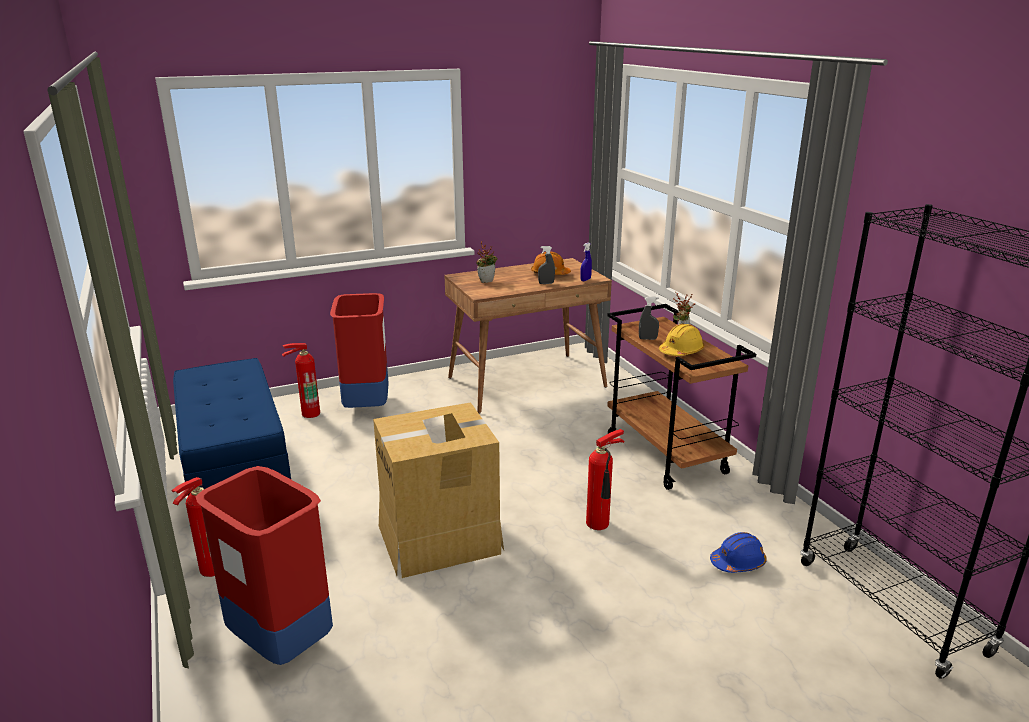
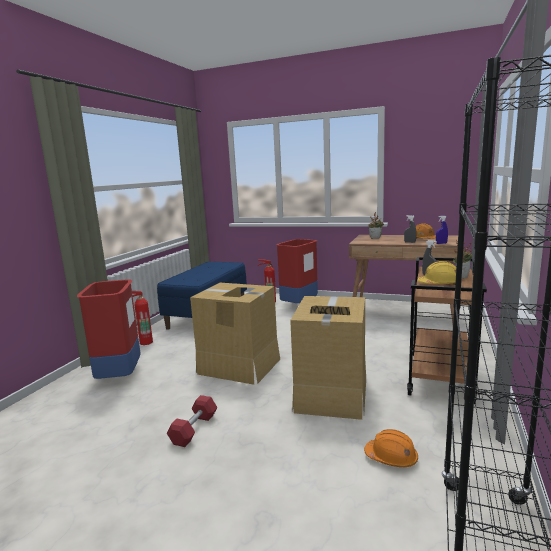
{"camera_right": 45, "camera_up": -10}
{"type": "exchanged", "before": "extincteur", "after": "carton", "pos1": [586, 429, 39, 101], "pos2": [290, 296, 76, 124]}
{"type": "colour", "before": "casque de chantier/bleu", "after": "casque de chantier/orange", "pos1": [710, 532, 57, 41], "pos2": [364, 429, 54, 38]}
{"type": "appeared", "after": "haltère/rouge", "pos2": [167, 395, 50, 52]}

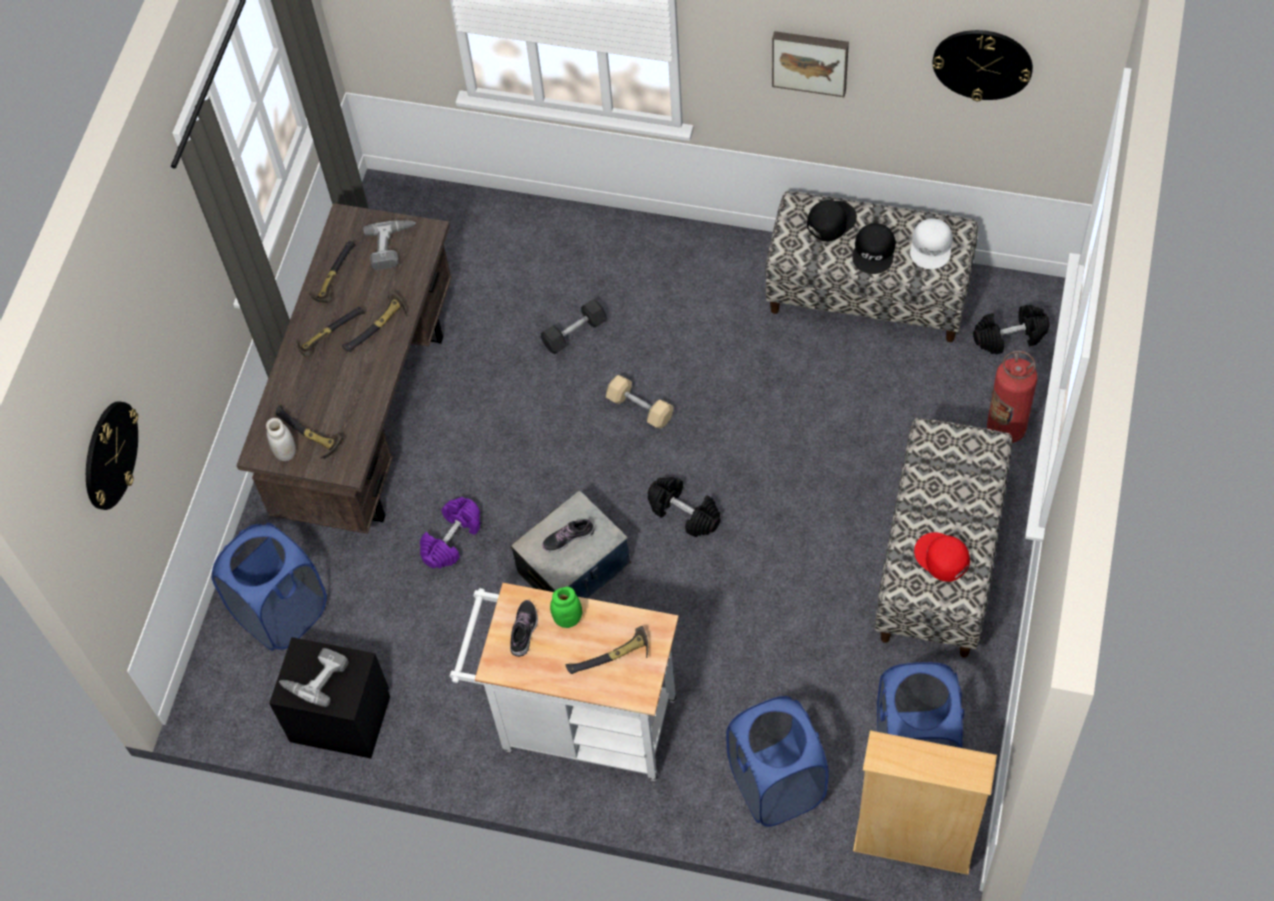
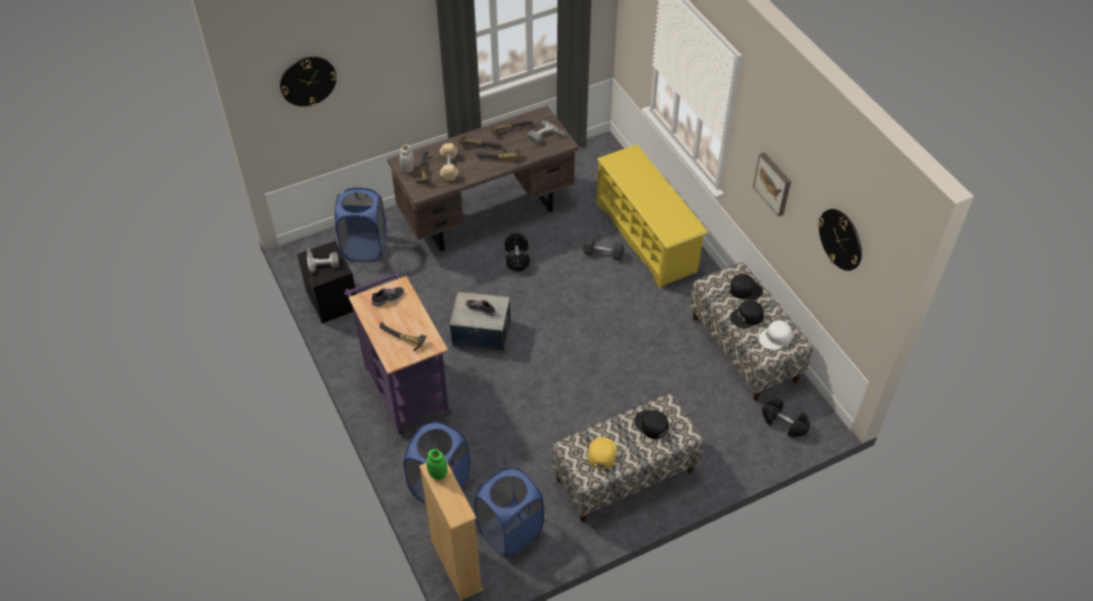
{"camera_right": 45, "camera_up": -10}
{"type": "missing", "before": "extincteur", "pos1": [987, 351, 50, 92]}
{"type": "relocated", "before": "haltère/beige", "pos1": [606, 375, 67, 54], "pos2": [440, 143, 18, 38]}
{"type": "relocated", "before": "haltère/noir", "pos1": [648, 477, 73, 60], "pos2": [505, 233, 25, 39]}
{"type": "missing", "before": "haltère/violet", "pos1": [420, 497, 60, 72]}
{"type": "colour", "before": "casquette/rouge", "after": "casquette/jaune", "pos1": [914, 532, 56, 50], "pos2": [588, 437, 29, 32]}
{"type": "colour", "before": "chariot/blanc", "after": "chariot/violet", "pos1": [450, 583, 229, 198], "pos2": [344, 271, 108, 164]}
{"type": "relocated", "before": "bocal/vert", "pos1": [550, 587, 32, 41], "pos2": [426, 449, 22, 31]}
{"type": "appeared", "after": "étagère à chaussures/jaune", "pos2": [596, 144, 112, 145]}
{"type": "appeared", "after": "casquette/noir", "pos2": [634, 410, 35, 29]}

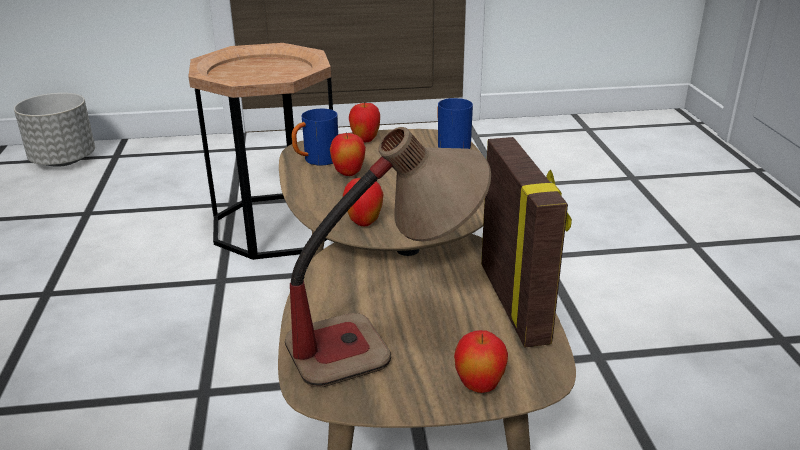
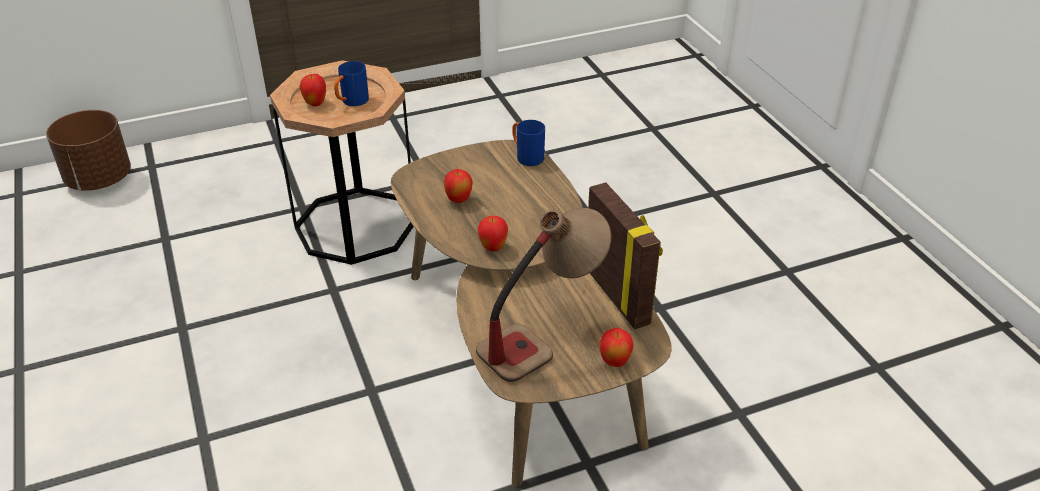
{"camera_right": -15, "camera_up": 10}
{"type": "colour", "before": "cache-pot/gris", "after": "cache-pot/marron", "pos1": [14, 93, 81, 74], "pos2": [46, 110, 85, 81]}
{"type": "relocated", "before": "pomme", "pos1": [349, 101, 31, 41], "pos2": [299, 74, 27, 32]}
{"type": "relocated", "before": "mug/bleu", "pos1": [291, 109, 47, 56], "pos2": [334, 61, 35, 45]}

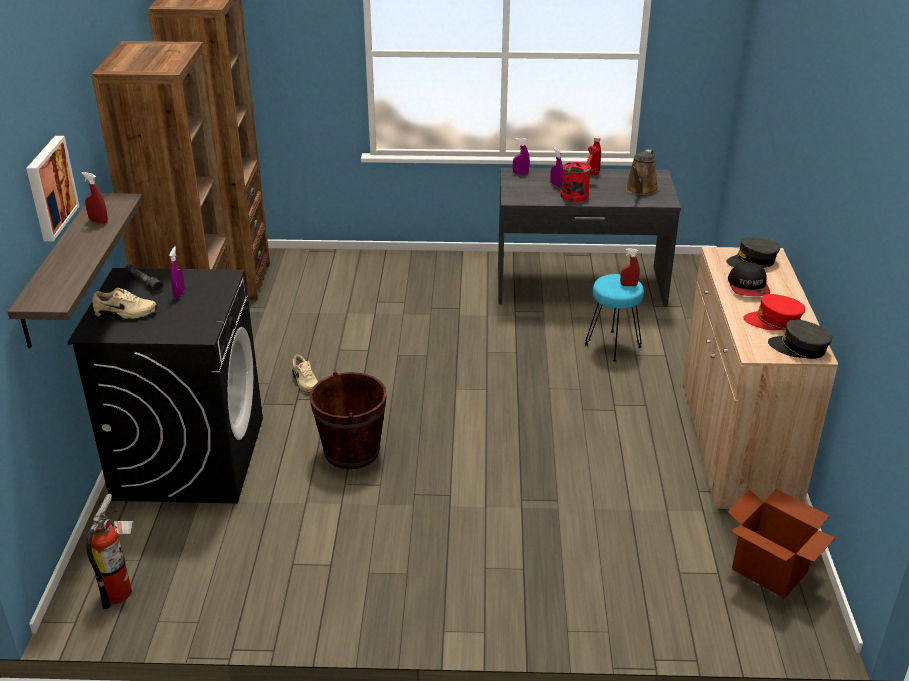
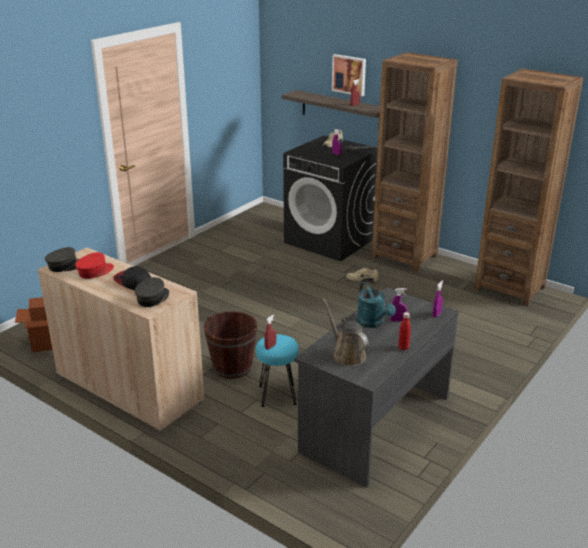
{"camera_right": 125, "camera_up": -5}
{"type": "colour", "before": "arrosoir/rouge", "after": "arrosoir/turquoise", "pos1": [560, 146, 40, 56], "pos2": [357, 282, 39, 46]}
{"type": "relocated", "before": "seau/marron", "pos1": [310, 371, 77, 98], "pos2": [204, 311, 54, 68]}
{"type": "missing", "before": "extincteur", "pos1": [86, 494, 48, 115]}

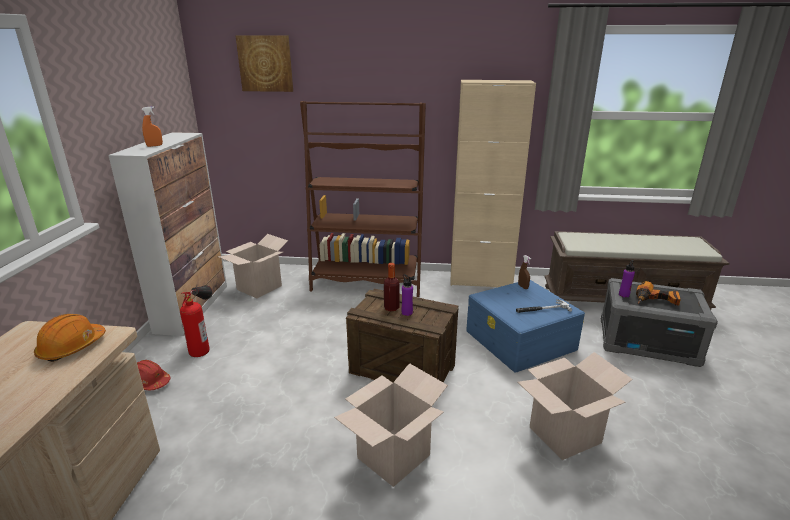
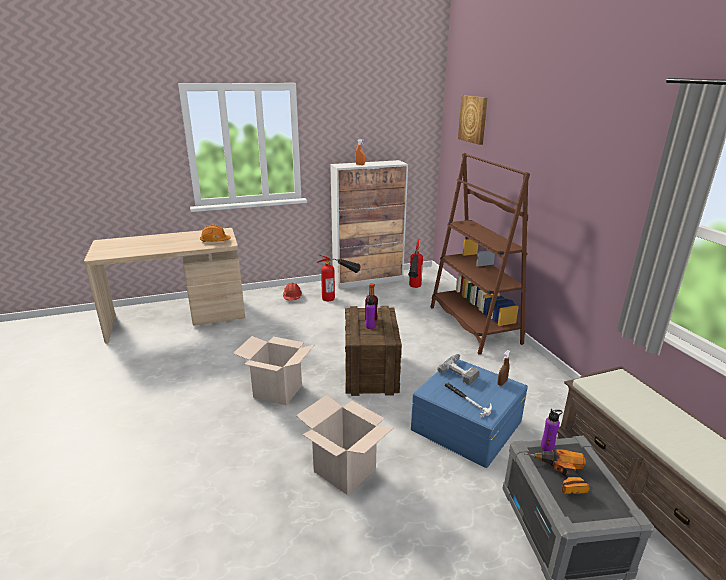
{"camera_right": 65, "camera_up": 0}
{"type": "missing", "before": "meuble de rangement/beige", "pos1": [451, 80, 85, 207]}
{"type": "exchanged", "before": "carton", "after": "extincteur", "pos1": [218, 234, 70, 64], "pos2": [408, 239, 15, 49]}
{"type": "appeared", "after": "perceuse", "pos2": [437, 354, 43, 31]}

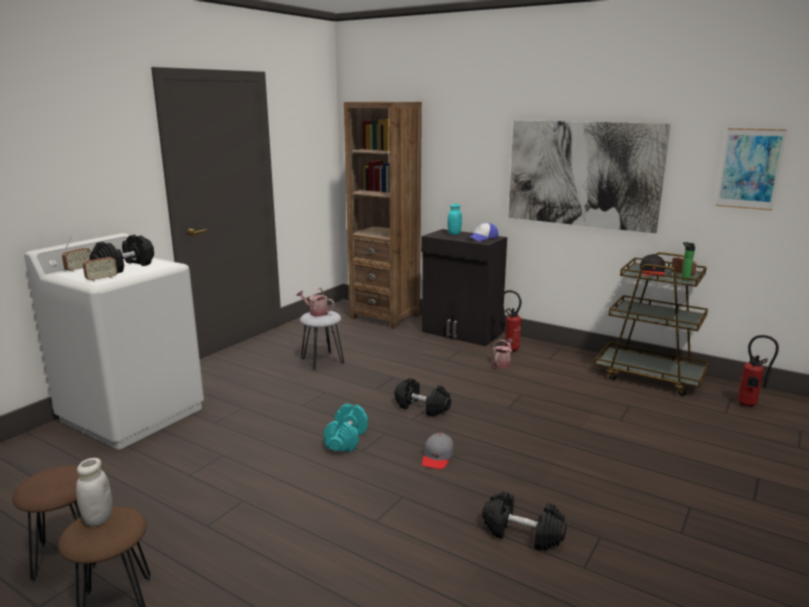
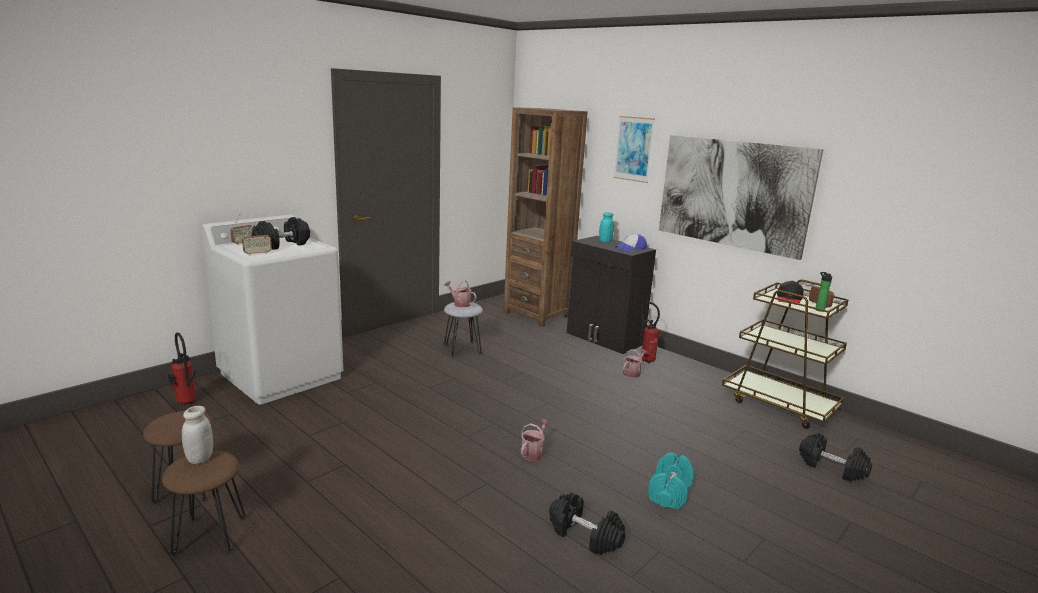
{"camera_right": 10, "camera_up": 0}
{"type": "relocated", "before": "tableau", "pos1": [716, 128, 71, 83], "pos2": [613, 116, 42, 67]}
{"type": "relocated", "before": "extincteur", "pos1": [737, 335, 42, 73], "pos2": [168, 332, 28, 74]}
{"type": "relocated", "before": "haltère/noir", "pos1": [394, 378, 57, 39], "pos2": [799, 433, 73, 49]}
{"type": "relocated", "before": "haltère/turquoise", "pos1": [324, 403, 44, 49], "pos2": [648, 452, 46, 57]}
{"type": "exchanged", "before": "casquette/gris", "after": "arrosoir", "pos1": [422, 433, 32, 36], "pos2": [520, 419, 30, 42]}

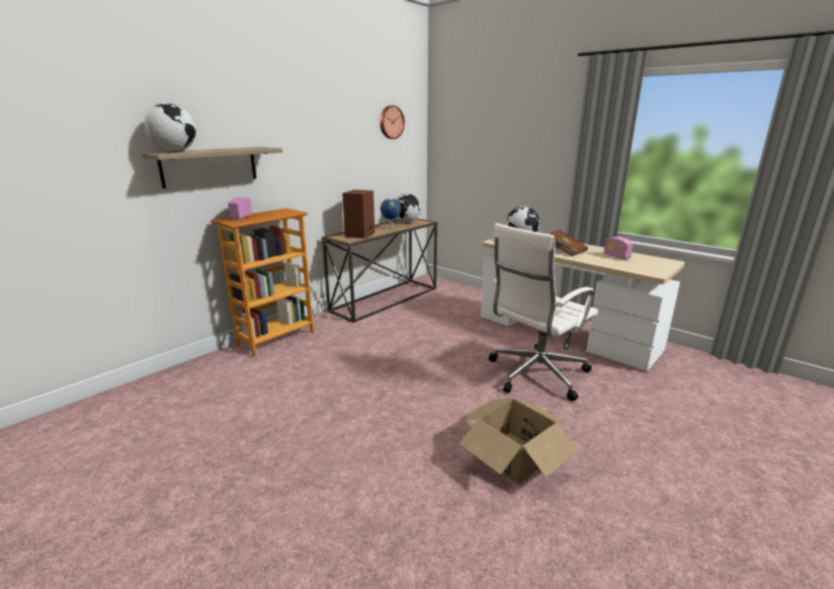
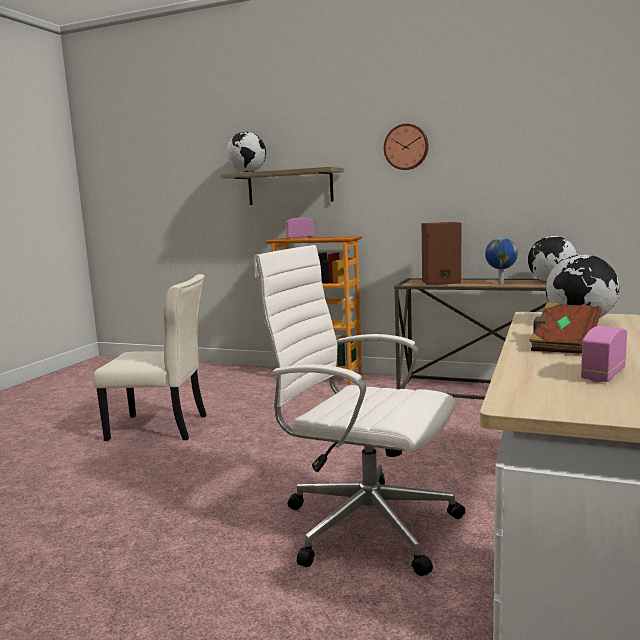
{"camera_right": 70, "camera_up": -10}
{"type": "relocated", "before": "horloge murale", "pos1": [380, 106, 25, 33], "pos2": [384, 124, 44, 46]}
{"type": "missing", "before": "carton", "pos1": [458, 399, 121, 85]}
{"type": "appeared", "after": "chaise/beige", "pos2": [94, 274, 113, 167]}

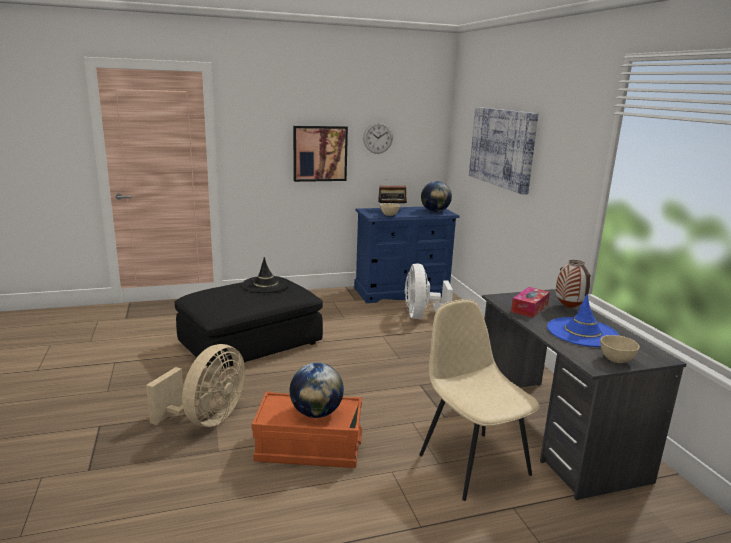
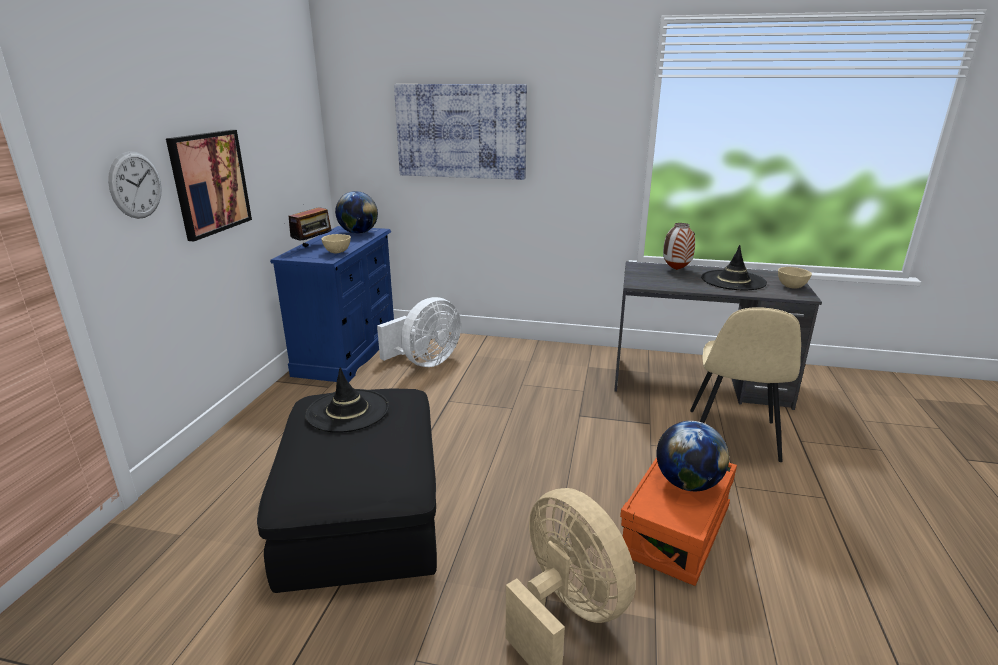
{"camera_right": -60, "camera_up": 5}
{"type": "relocated", "before": "horloge murale", "pos1": [363, 122, 30, 32], "pos2": [108, 152, 54, 67]}
{"type": "spun", "before": "ventilateur/blanc", "pos1": [405, 263, 48, 56], "pos2": [377, 297, 84, 70], "turn": -75}
{"type": "missing", "before": "boîte à mouchoirs", "pos1": [511, 287, 39, 31]}
{"type": "colour", "before": "chapeau/bleu", "after": "chapeau/noir", "pos1": [547, 294, 72, 53], "pos2": [701, 245, 66, 45]}
{"type": "spun", "before": "chaise/beige", "pos1": [419, 299, 120, 202], "pos2": [690, 307, 111, 155], "turn": -75}

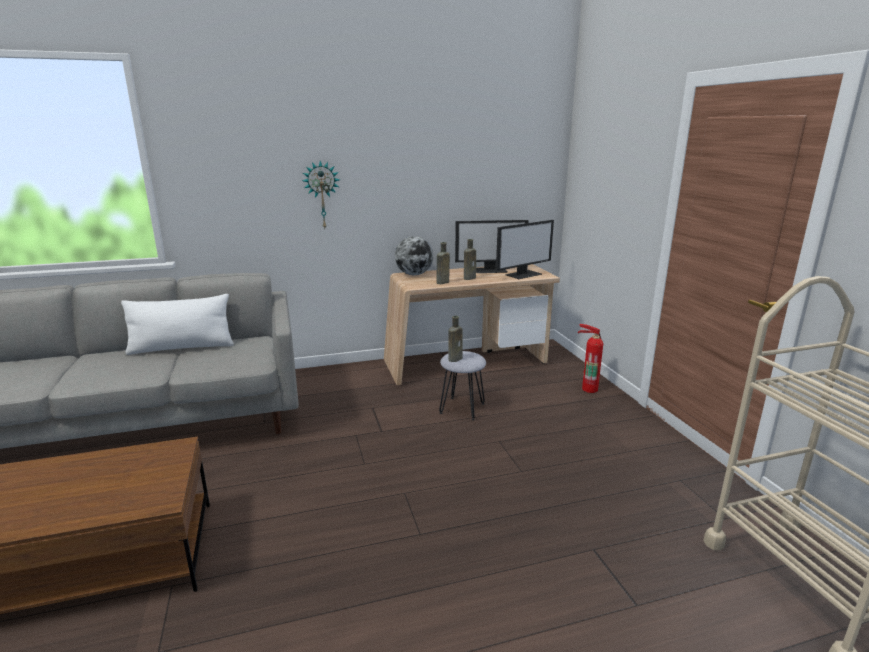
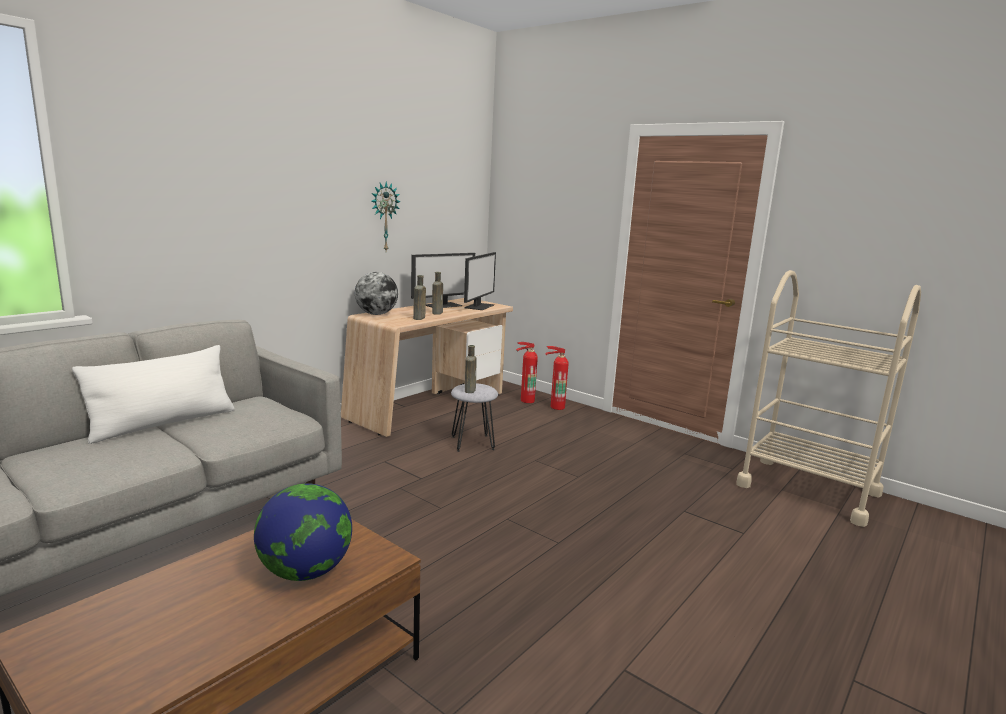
{"camera_right": -35, "camera_up": -5}
{"type": "relocated", "before": "horloge murale", "pos1": [302, 161, 38, 68], "pos2": [372, 181, 29, 70]}
{"type": "appeared", "after": "extincteur", "pos2": [516, 342, 22, 61]}
{"type": "appeared", "after": "globe", "pos2": [254, 483, 98, 98]}

